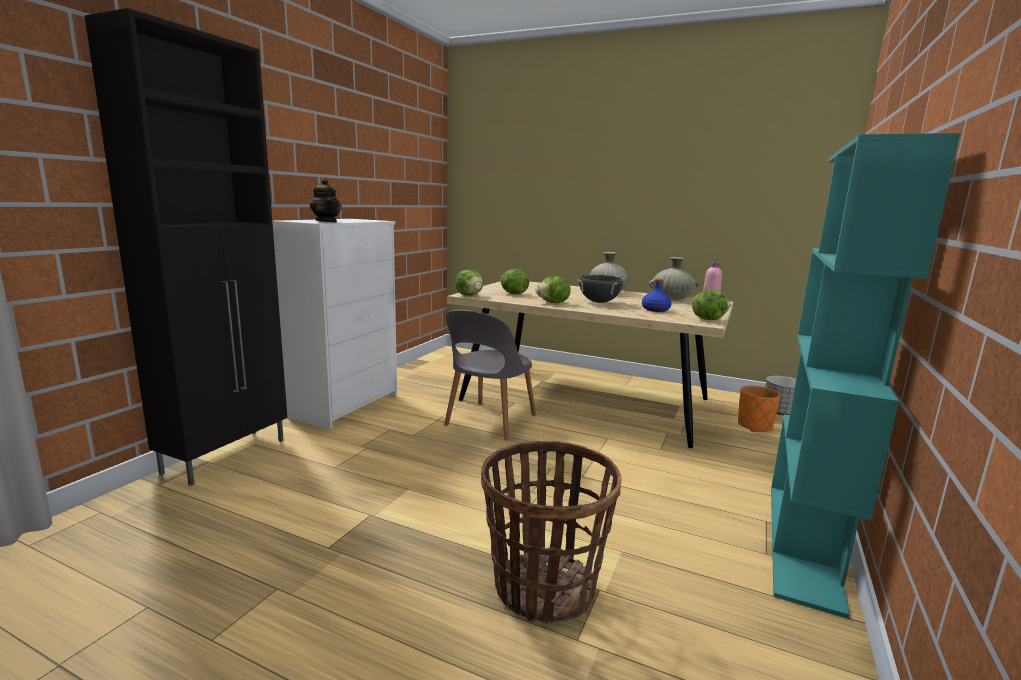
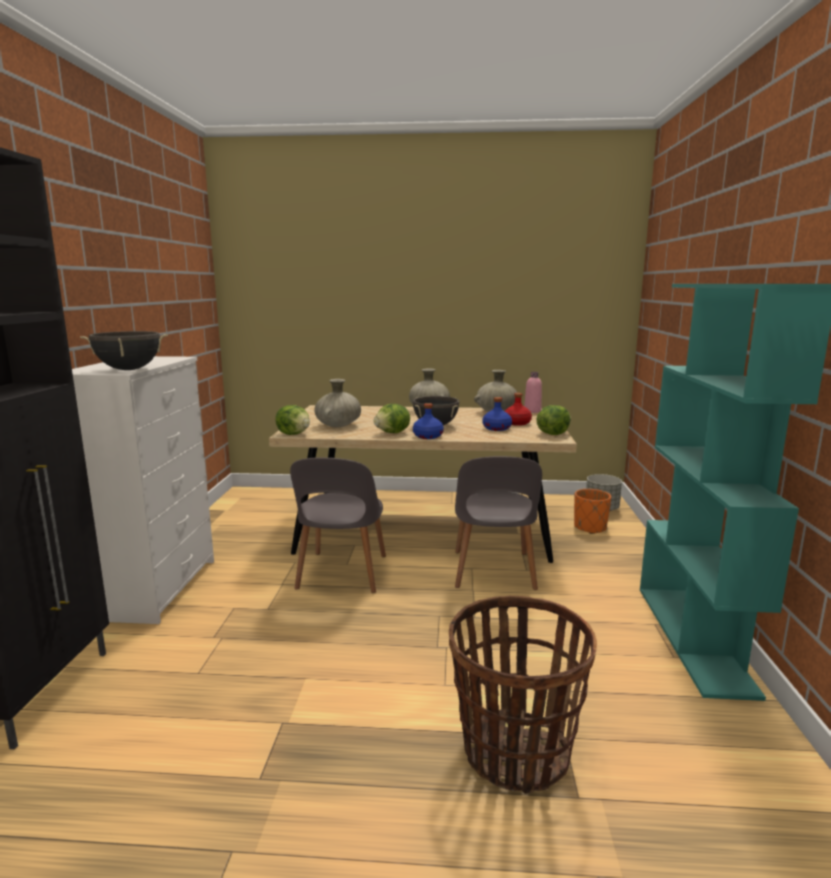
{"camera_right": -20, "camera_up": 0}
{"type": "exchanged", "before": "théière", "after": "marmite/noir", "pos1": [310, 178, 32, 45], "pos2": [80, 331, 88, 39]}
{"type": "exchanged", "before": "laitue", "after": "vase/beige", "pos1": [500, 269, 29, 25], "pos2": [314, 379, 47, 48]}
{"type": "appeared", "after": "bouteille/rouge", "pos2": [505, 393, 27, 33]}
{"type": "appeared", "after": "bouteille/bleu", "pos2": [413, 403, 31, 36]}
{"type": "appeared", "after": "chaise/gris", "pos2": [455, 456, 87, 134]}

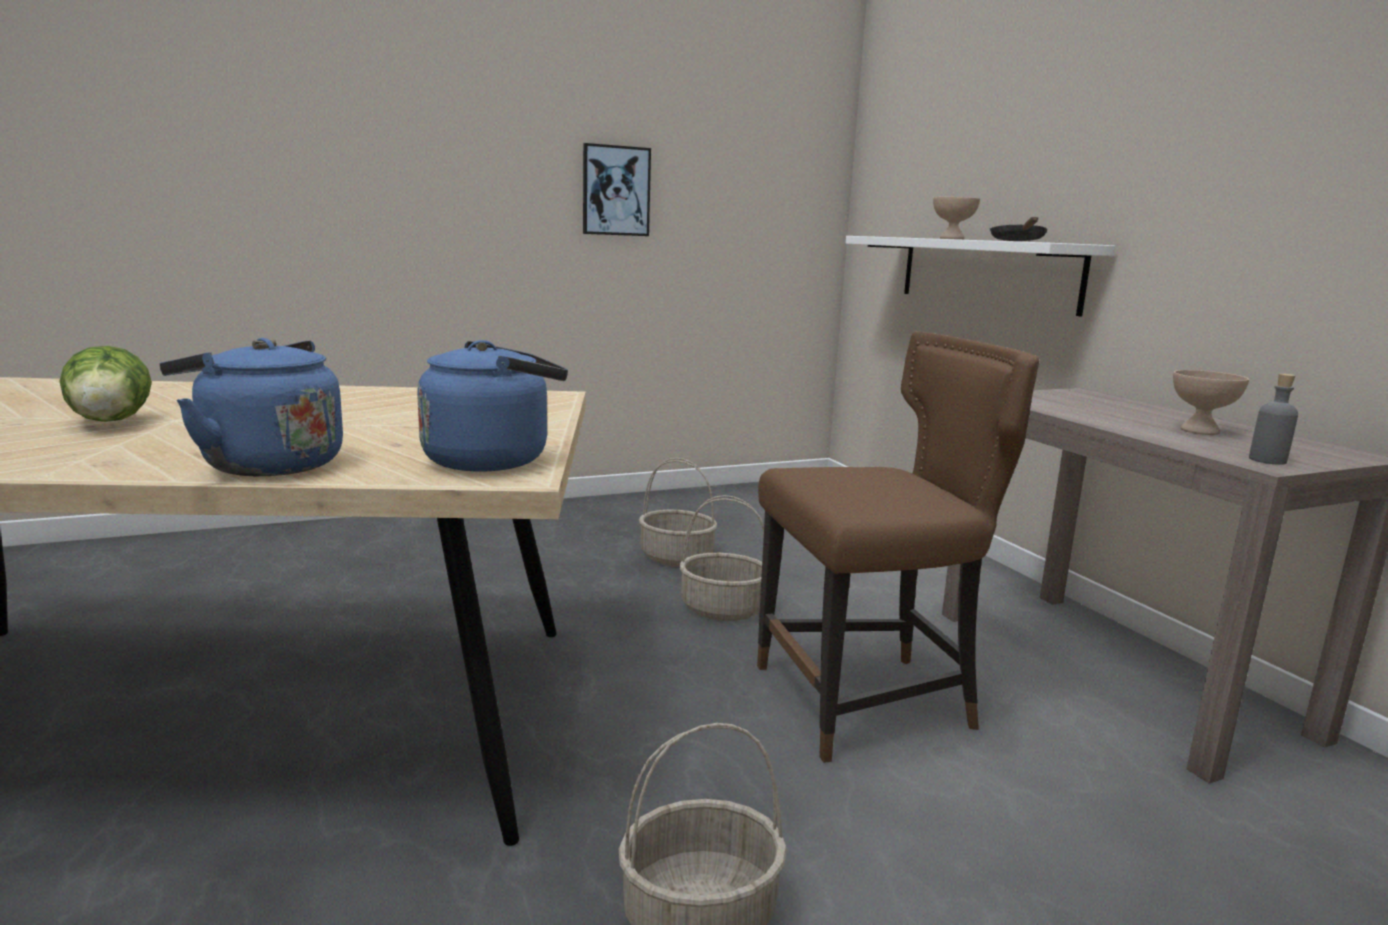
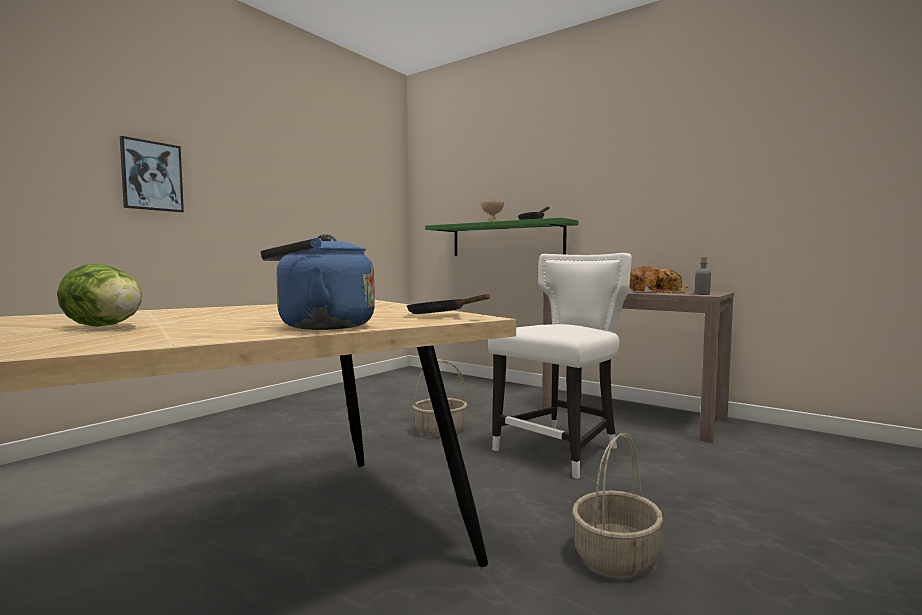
{"camera_right": -30, "camera_up": -10}
{"type": "relocated", "before": "tableau", "pos1": [583, 143, 68, 93], "pos2": [120, 136, 64, 76]}
{"type": "colour", "before": "étagère/blanc", "after": "étagère/vert", "pos1": [846, 236, 269, 80], "pos2": [425, 217, 153, 39]}
{"type": "colour", "before": "chaise/marron", "after": "chaise/blanc", "pos1": [757, 331, 282, 432], "pos2": [488, 253, 144, 226]}
{"type": "exchanged", "before": "bouilloire/bleu", "after": "poêle/noir", "pos1": [417, 340, 151, 131], "pos2": [407, 294, 83, 20]}
{"type": "exchanged", "before": "bol/beige", "after": "pain", "pos1": [1173, 370, 76, 65], "pos2": [629, 266, 59, 27]}
{"type": "missing", "before": "panier", "pos1": [639, 458, 79, 109]}

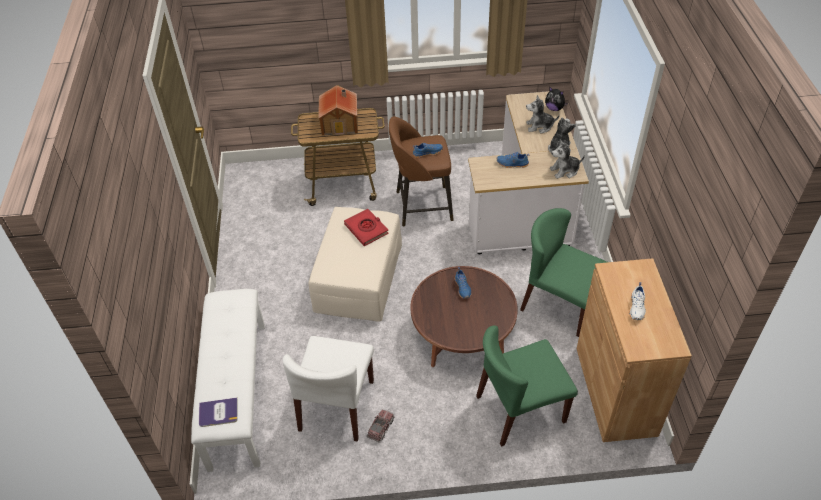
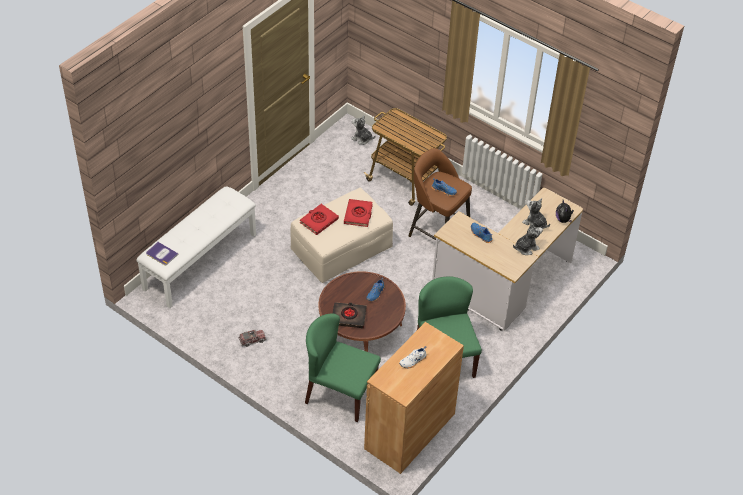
{"camera_right": 40, "camera_up": 0}
{"type": "missing", "before": "maison miniature", "pos1": [318, 85, 40, 51]}
{"type": "relocated", "before": "peluche", "pos1": [550, 139, 35, 40], "pos2": [351, 115, 25, 30]}
{"type": "missing", "before": "chaise/blanc", "pos1": [283, 336, 91, 106]}
{"type": "appeared", "after": "livre/rouge", "pos2": [300, 204, 39, 31]}
{"type": "appeared", "after": "livre/noir", "pos2": [332, 302, 35, 26]}

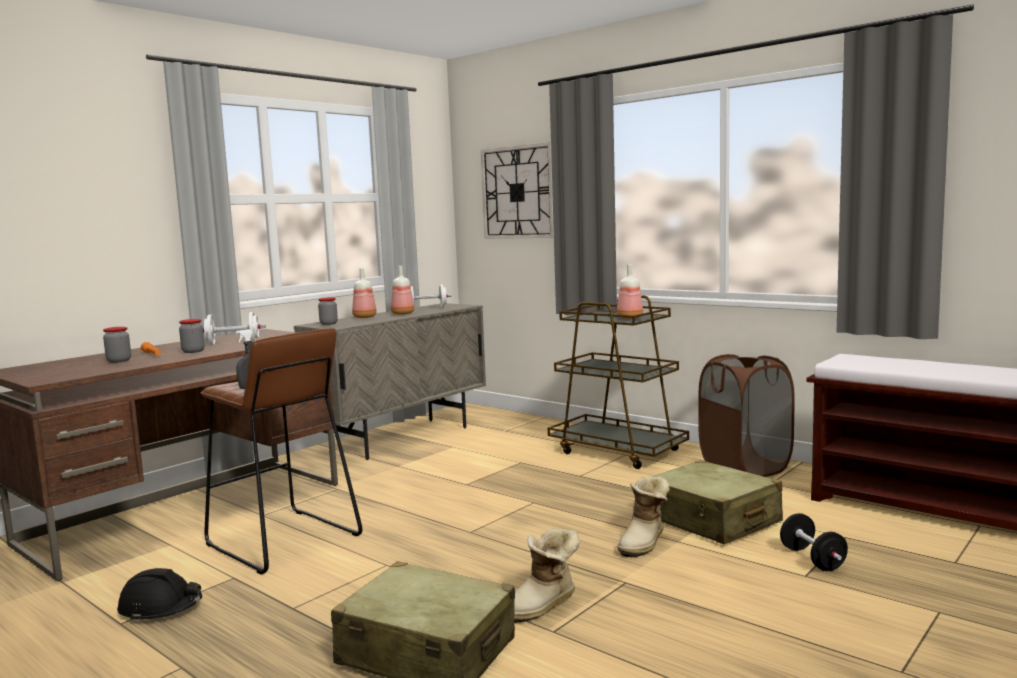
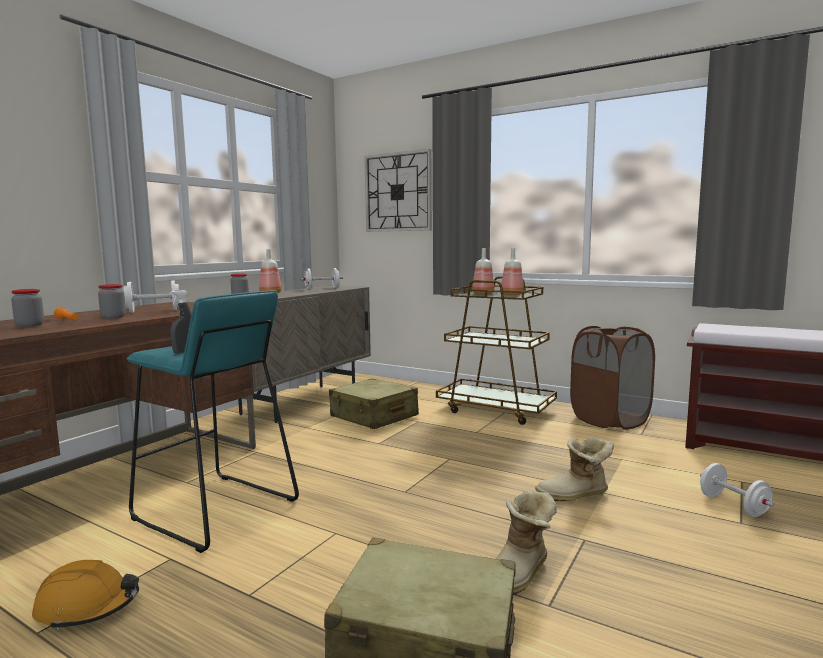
{"camera_right": -10, "camera_up": 0}
{"type": "relocated", "before": "bouteille", "pos1": [391, 266, 23, 49], "pos2": [472, 248, 22, 47]}
{"type": "colour", "before": "tabouret/marron", "after": "tabouret/turquoise", "pos1": [200, 328, 162, 247], "pos2": [126, 290, 173, 263]}
{"type": "relocated", "before": "valise/beige", "pos1": [653, 460, 130, 84], "pos2": [329, 378, 90, 51]}
{"type": "spun", "before": "botte", "pos1": [617, 476, 53, 82], "pos2": [535, 437, 79, 65], "turn": 60}
{"type": "colour", "before": "haltère/noir", "after": "haltère/blanc", "pos1": [780, 513, 68, 58], "pos2": [700, 463, 74, 54]}
{"type": "colour", "before": "casque de chantier/noir", "after": "casque de chantier/orange", "pos1": [117, 568, 85, 54], "pos2": [32, 560, 107, 71]}

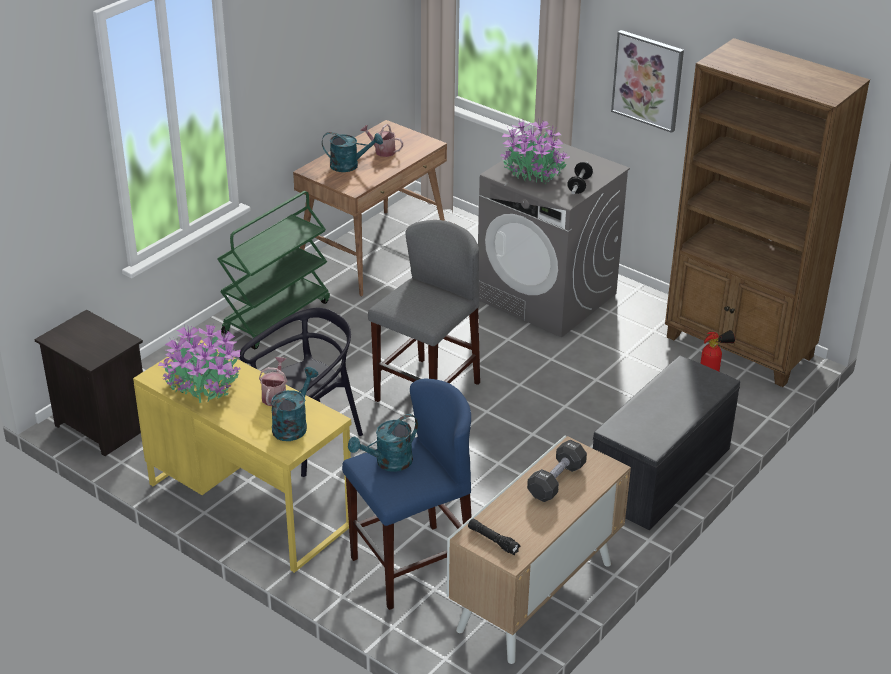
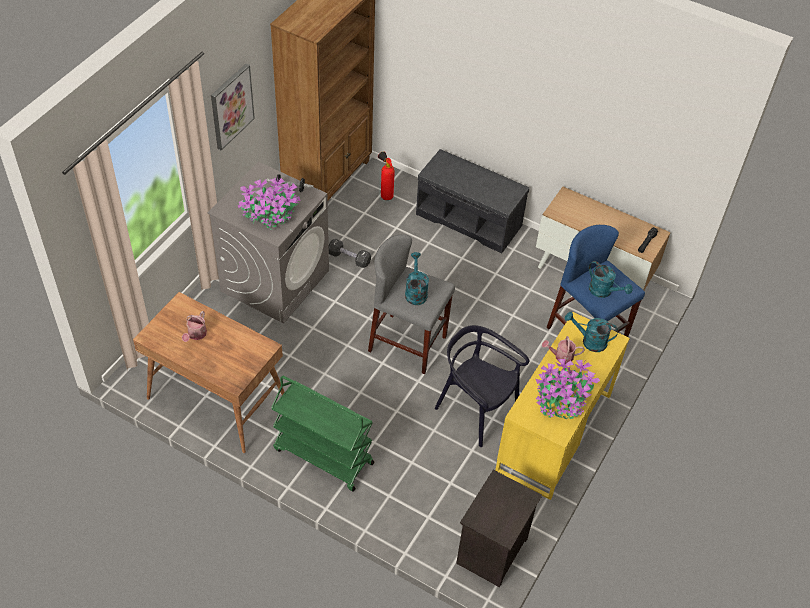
{"camera_right": -100, "camera_up": 15}
{"type": "relocated", "before": "arrosoir/turquoise", "pos1": [322, 132, 61, 40], "pos2": [405, 252, 24, 53]}
{"type": "relocated", "before": "haltère/noir", "pos1": [527, 440, 60, 62], "pos2": [329, 239, 42, 29]}

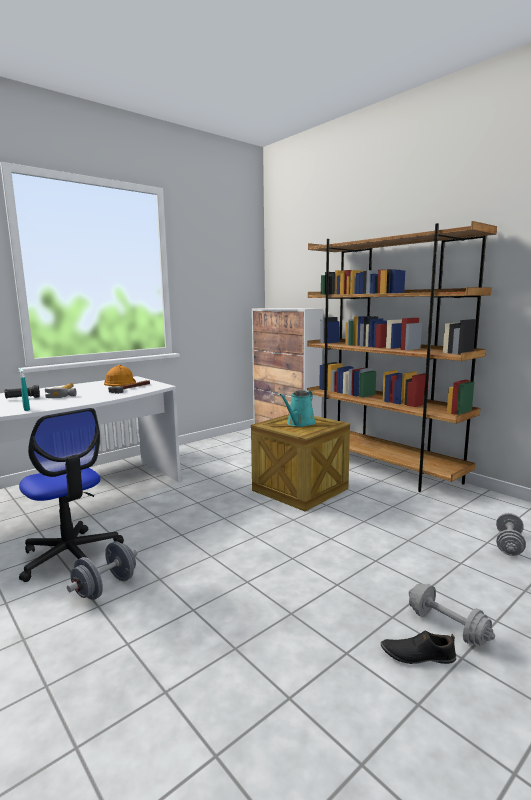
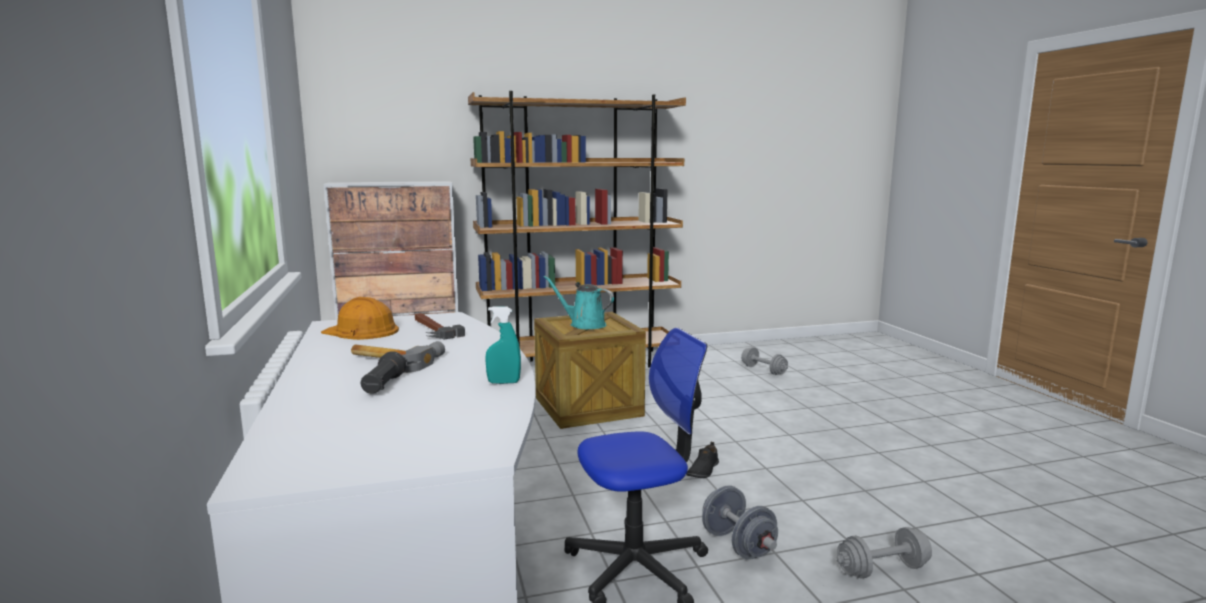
{"camera_right": -65, "camera_up": 0}
{"type": "spun", "before": "arrosoir/turquoise", "pos1": [279, 390, 37, 37], "pos2": [544, 276, 70, 53], "turn": 150}
{"type": "relocated", "before": "haltère/gris", "pos1": [408, 583, 87, 63], "pos2": [836, 527, 96, 52]}
{"type": "relocated", "before": "chaussure/noir", "pos1": [381, 631, 75, 33], "pos2": [686, 442, 33, 36]}

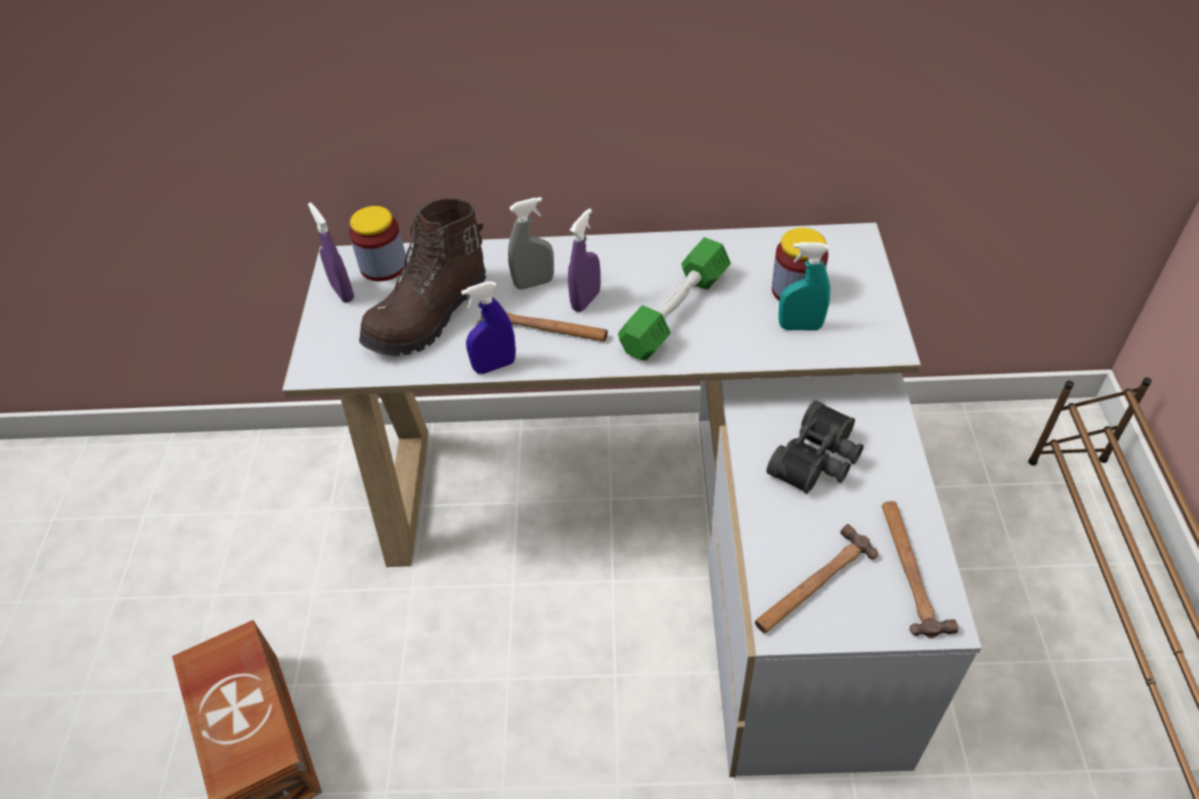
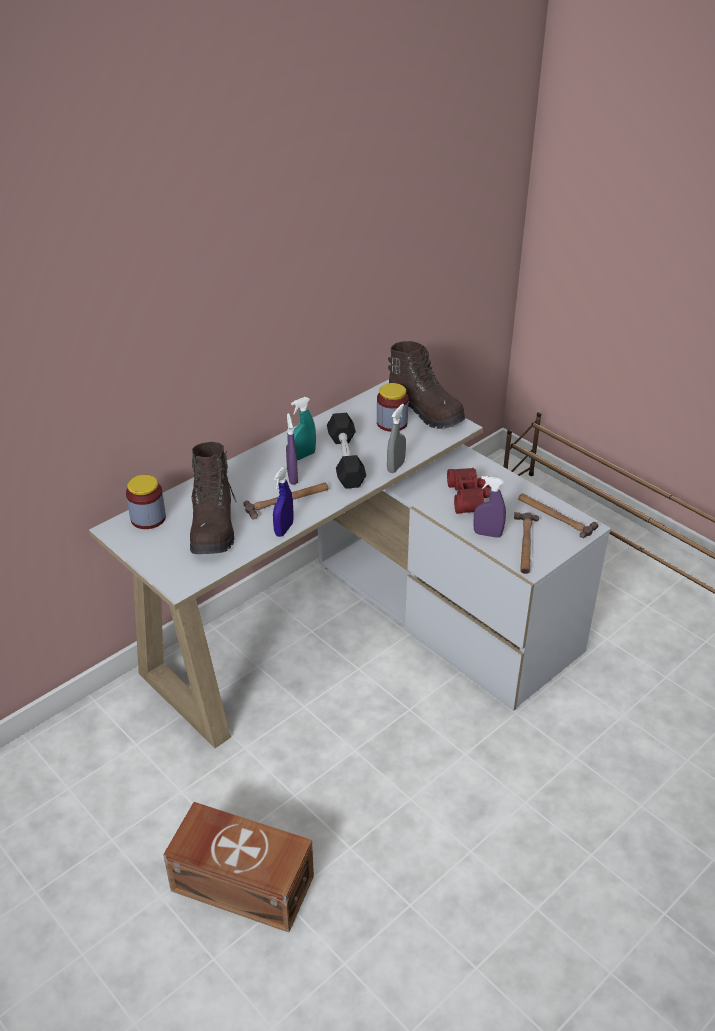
{"camera_right": -45, "camera_up": -10}
{"type": "relocated", "before": "vaporisateur/gris", "pos1": [508, 197, 46, 93], "pos2": [387, 404, 19, 69]}
{"type": "relocated", "before": "vaporisateur/violet", "pos1": [308, 202, 46, 100], "pos2": [473, 476, 33, 62]}
{"type": "colour", "before": "haltère/vert", "after": "haltère/noir", "pos1": [618, 237, 113, 123], "pos2": [327, 413, 39, 76]}
{"type": "relocated", "before": "vaporisateur/turquoise", "pos1": [778, 242, 52, 89], "pos2": [291, 397, 25, 63]}
{"type": "colour", "before": "jumelles/noir", "after": "jumelles/rouge", "pos1": [766, 400, 98, 94], "pos2": [447, 468, 44, 46]}
{"type": "appeared", "after": "botte/marron", "pos2": [388, 341, 78, 88]}

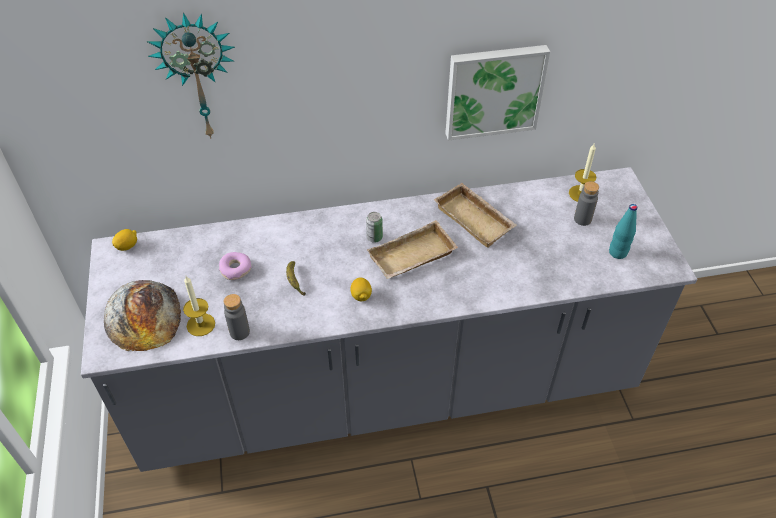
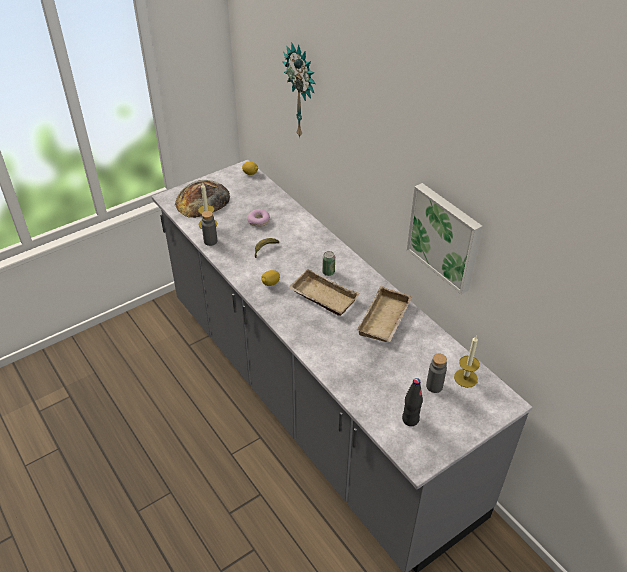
{"camera_right": 65, "camera_up": -5}
{"type": "colour", "before": "bouteille/turquoise", "after": "bouteille/noir", "pos1": [609, 204, 28, 55], "pos2": [402, 378, 21, 48]}

